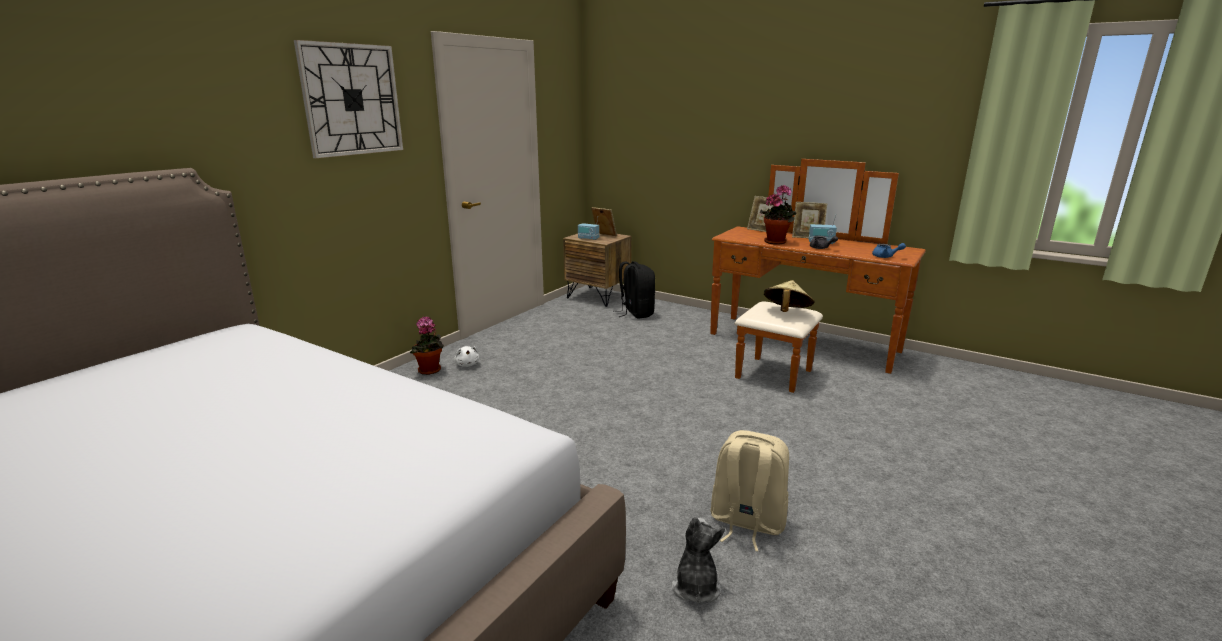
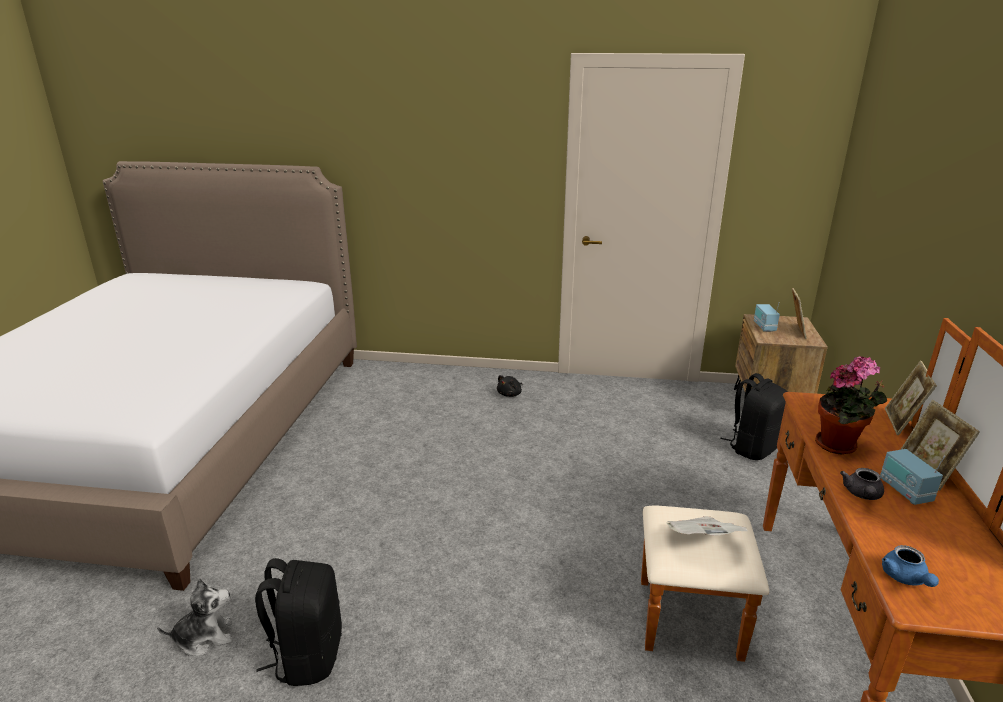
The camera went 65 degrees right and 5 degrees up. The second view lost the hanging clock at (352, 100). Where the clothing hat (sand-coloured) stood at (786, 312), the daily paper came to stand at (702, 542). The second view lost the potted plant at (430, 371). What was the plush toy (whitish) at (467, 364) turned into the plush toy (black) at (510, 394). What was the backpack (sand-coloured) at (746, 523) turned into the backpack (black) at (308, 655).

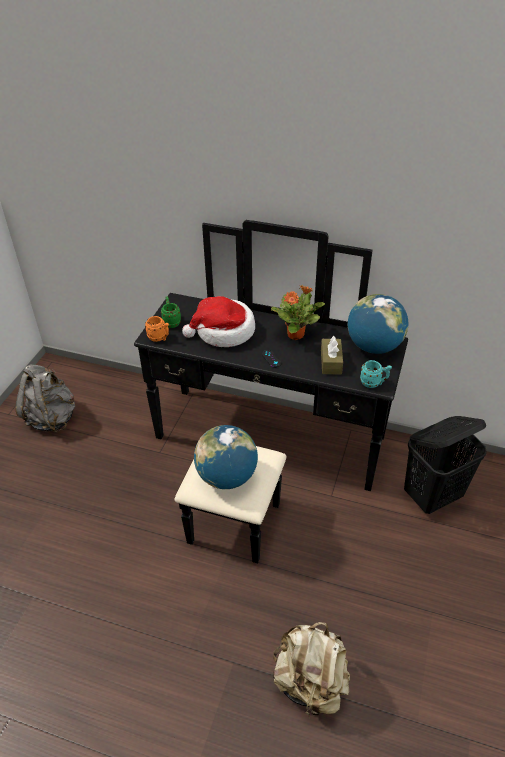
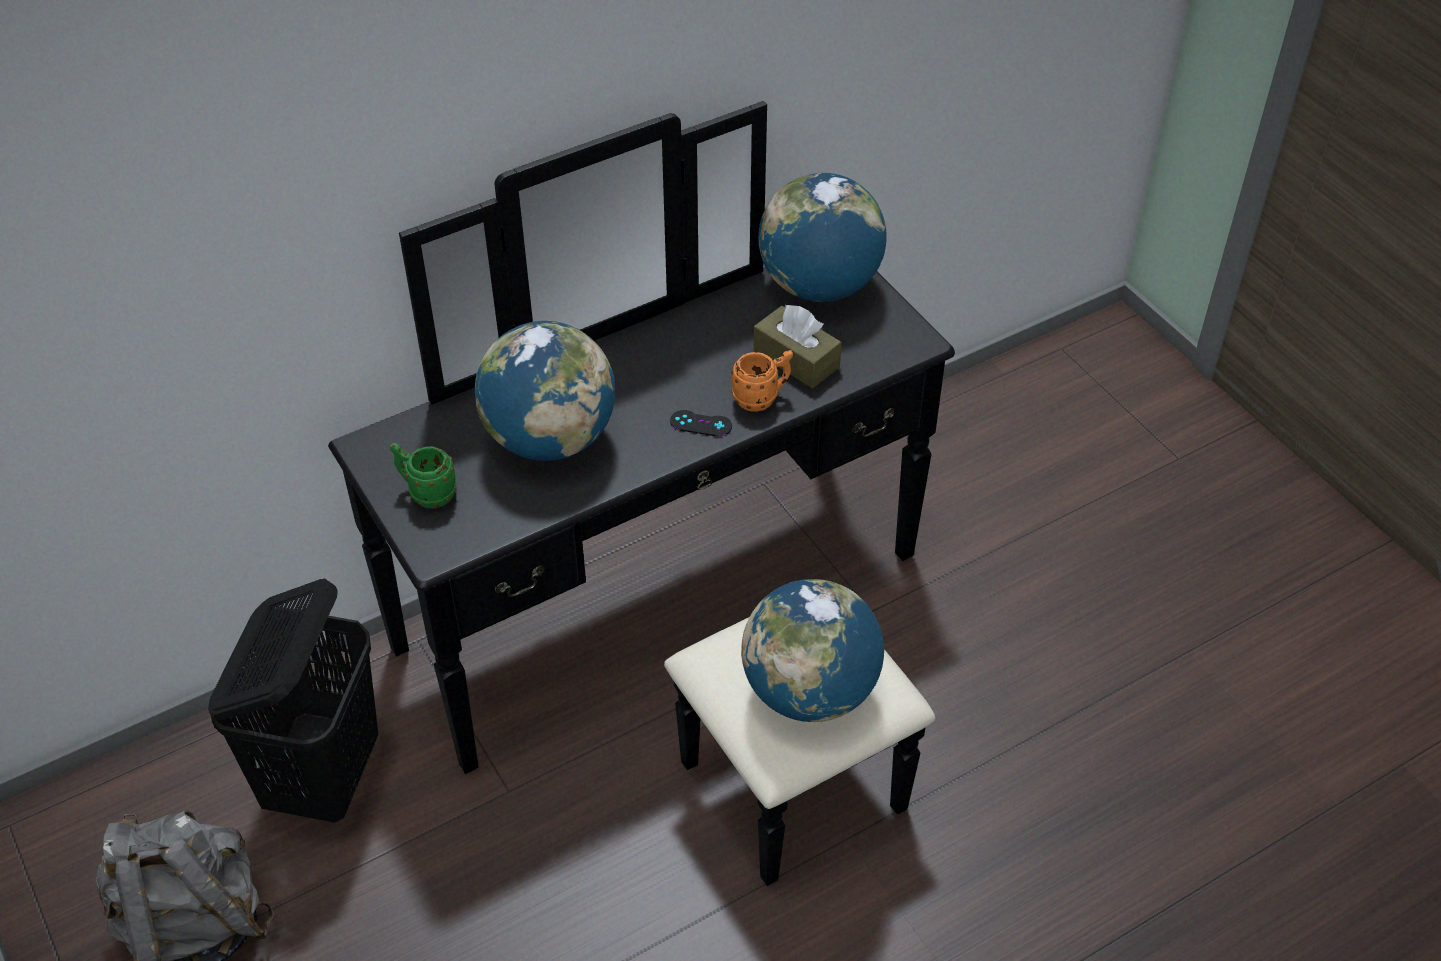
The camera went 50 degrees left and 5 degrees up. The second view lost the potted plant at (296, 334). Where the clothing hat stood at (223, 331), the globe came to stand at (550, 439). The coffee mug (orange) ended up elsewhere, having gone from (159, 338) to (762, 398). The second view lost the coffee mug (turquoise-coloured) at (374, 383). The washing basket (black) ended up elsewhere, having gone from (433, 496) to (324, 776). The second view lost the backpack (sand-coloured) at (310, 683).

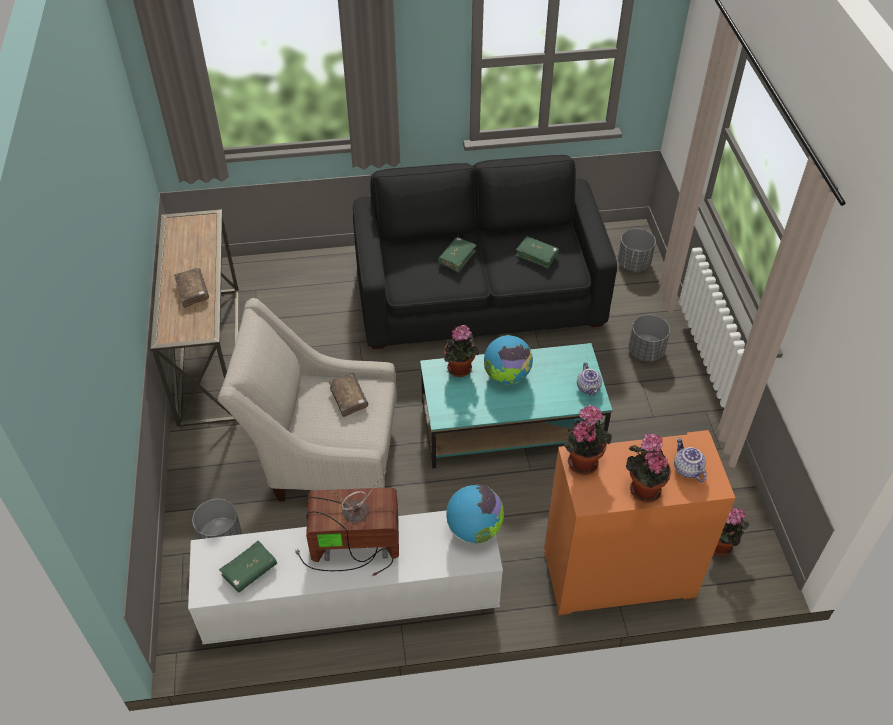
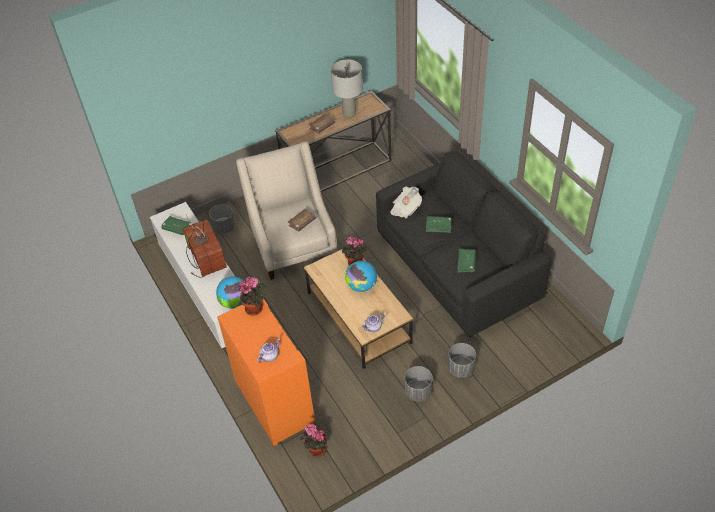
The camera went 70 degrees right and 0 degrees up. The planter (grey) ended up elsewhere, having gone from (634, 263) to (418, 392). What was the lounge table (turquoise-coloured) at (511, 424) turned into the lounge table (brown) at (359, 317). The second view lost the potted plant at (642, 488). The second view gained the lamp for a table (grey) at (349, 113). The second view gained the daily paper at (405, 208).

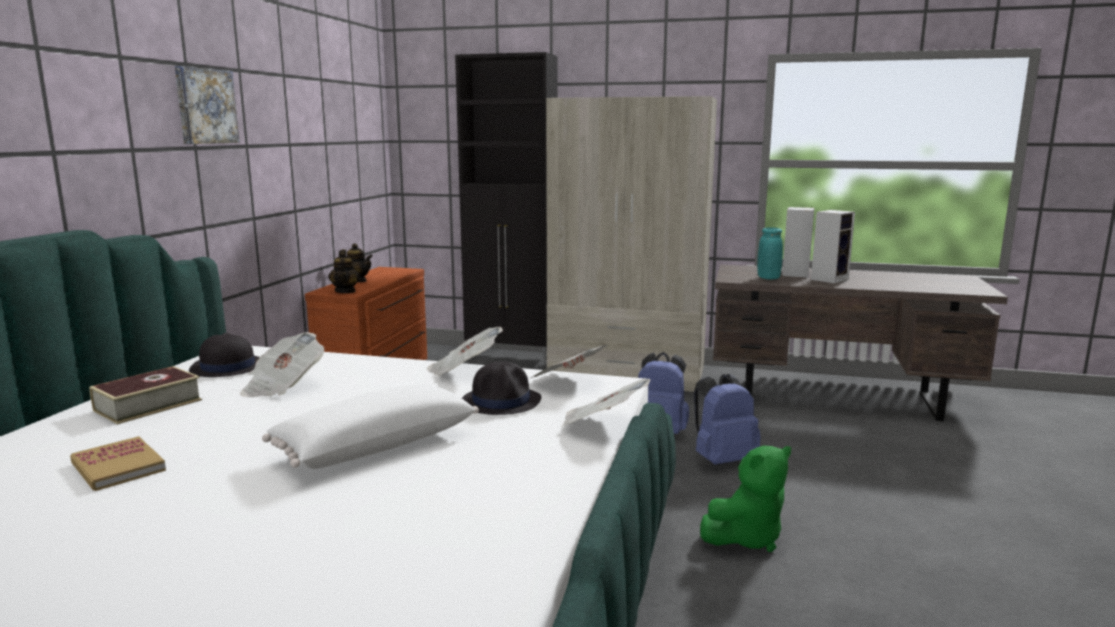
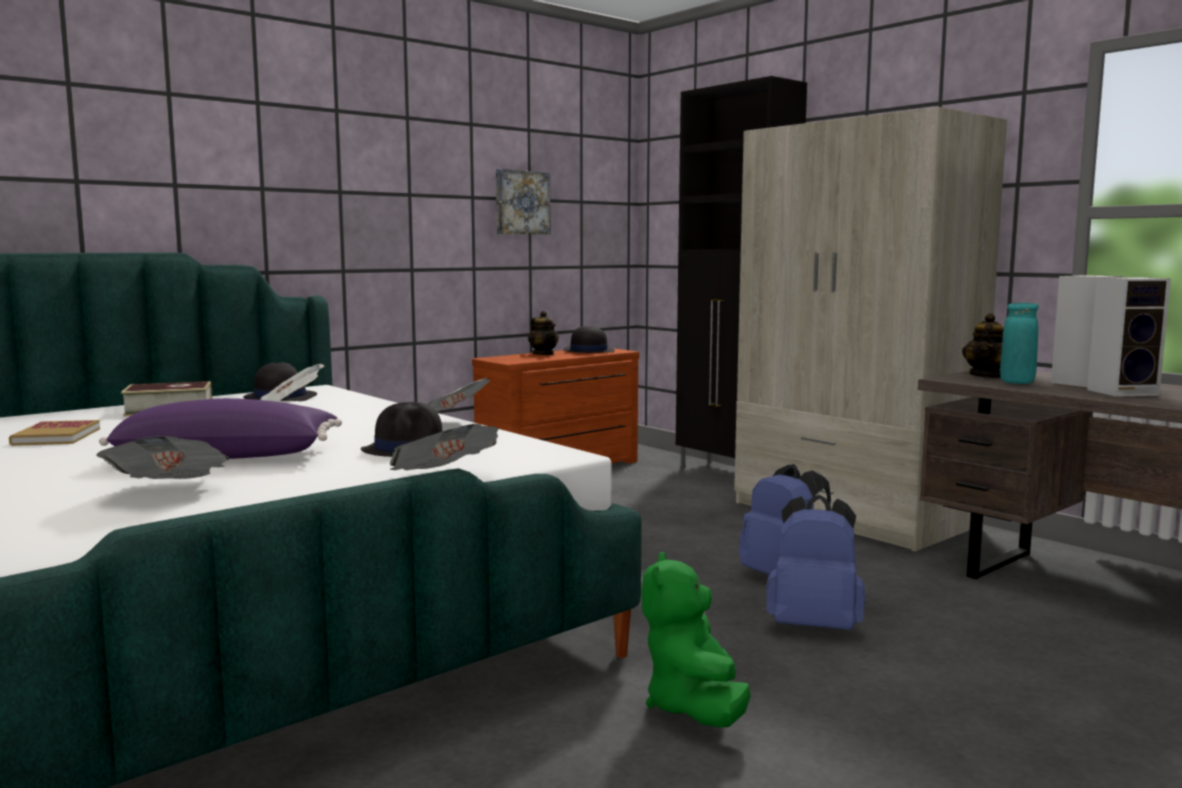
The camera went 35 degrees right and 5 degrees down. The wall art ended up elsewhere, having gone from (205, 106) to (521, 202). The tea pot ended up elsewhere, having gone from (345, 291) to (986, 376). The daily paper ended up elsewhere, having gone from (567, 382) to (170, 492). What was the pillow (whitish) at (375, 445) turned into the pillow (purple-coloured) at (229, 456). The plush toy (greenish) at (746, 537) ended up facing another way, 90 degrees clockwise from before. The second view gained the clothing hat (black) at (588, 351).

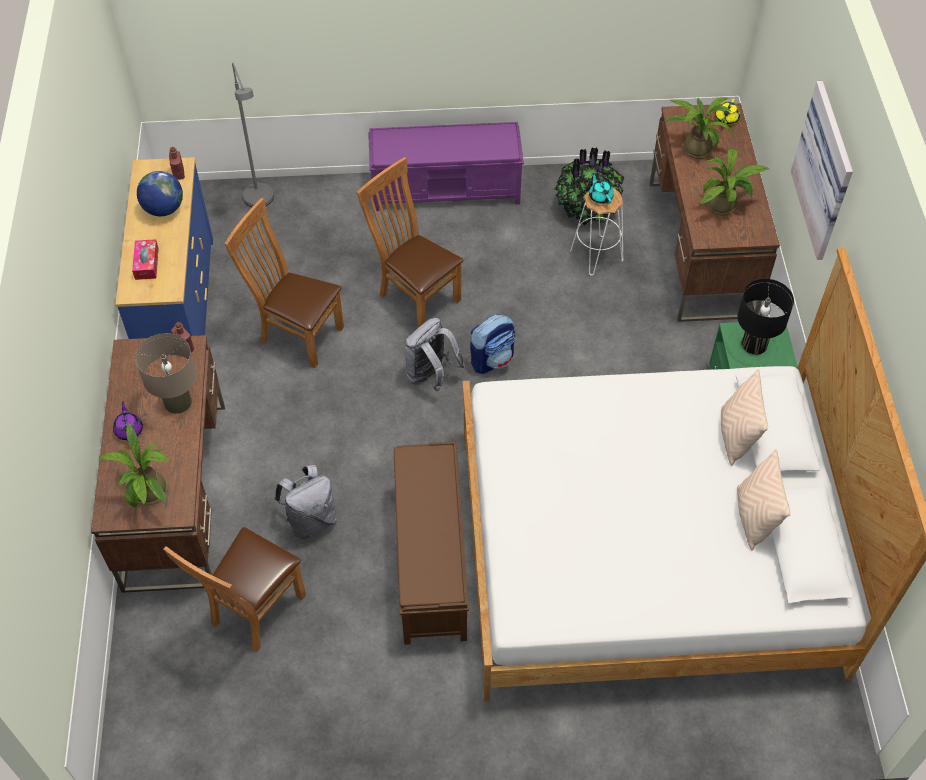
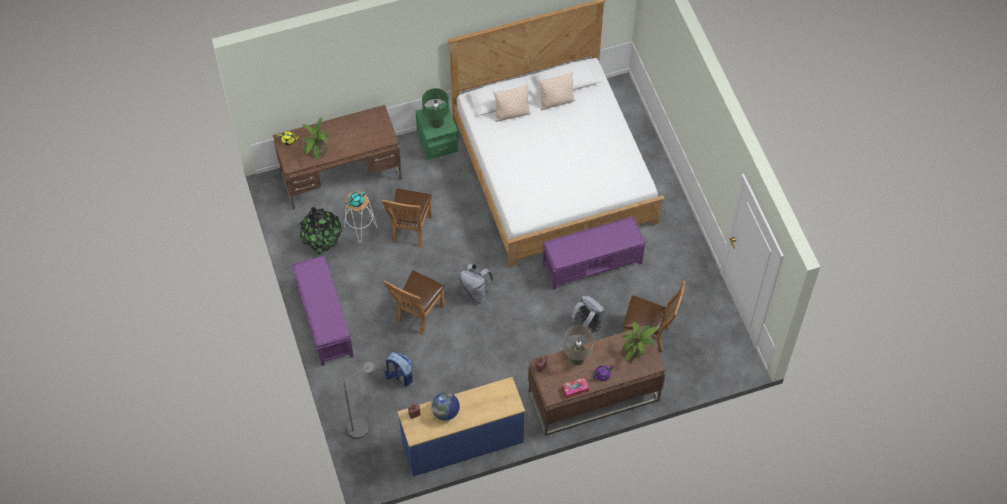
The camera went 105 degrees left and 5 degrees up. The second view lost the wall art at (827, 171). The second view lost the potted plant at (725, 206). The plain chair (brown) ended up elsewhere, having gone from (297, 334) to (410, 231). The tissue box ended up elsewhere, having gone from (146, 264) to (575, 389). What was the lamp for a table (black) at (754, 344) turned into the lamp for a table (greenish) at (436, 122). The backpack ended up elsewhere, having gone from (492, 359) to (399, 376). What was the long seat (brown) at (431, 561) turned into the long seat (purple-coloured) at (593, 263).

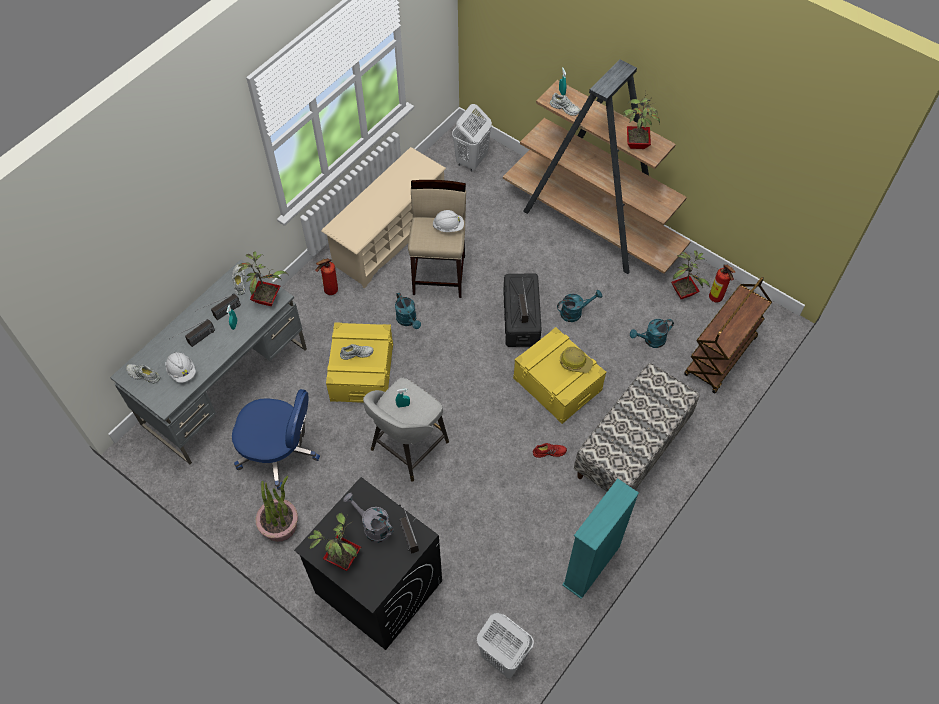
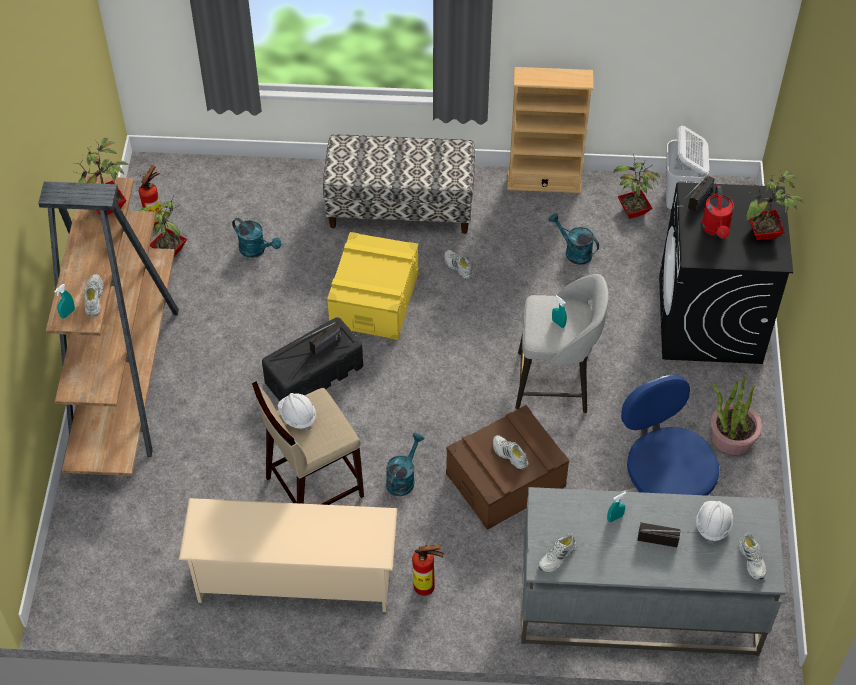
The camera went 125 degrees left and 5 degrees down. The second view lost the washing basket (whitish) at (471, 160). The potted plant ended up elsewhere, having gone from (267, 298) to (631, 212). The second view lost the trolley (brown) at (720, 357). The sprinkling can (turquoise-coloured) ended up elsewhere, having gone from (575, 312) to (574, 251). The second view lost the radio receiver at (221, 315). What was the storage container (yellowish) at (362, 372) turned into the storage container (brown) at (505, 480). The second view lost the safety helmet at (575, 362). What was the low shoe (red-coloured) at (549, 451) turned into the low shoe (whitish) at (458, 267). What was the bookcase (turquoise-coloured) at (591, 565) turned into the bookcase (sand-coloured) at (544, 182). What was the sprinkling can (grey) at (373, 526) turned into the sprinkling can (red-coloured) at (716, 230).

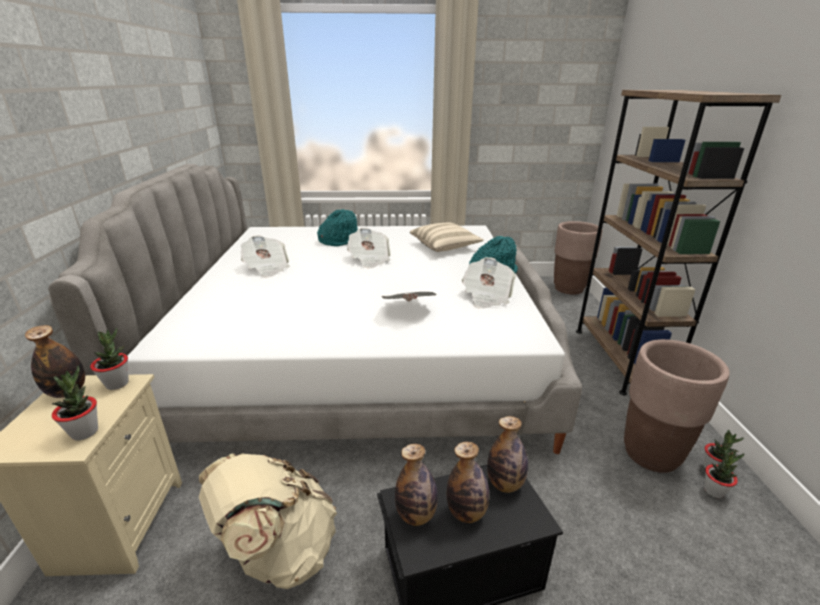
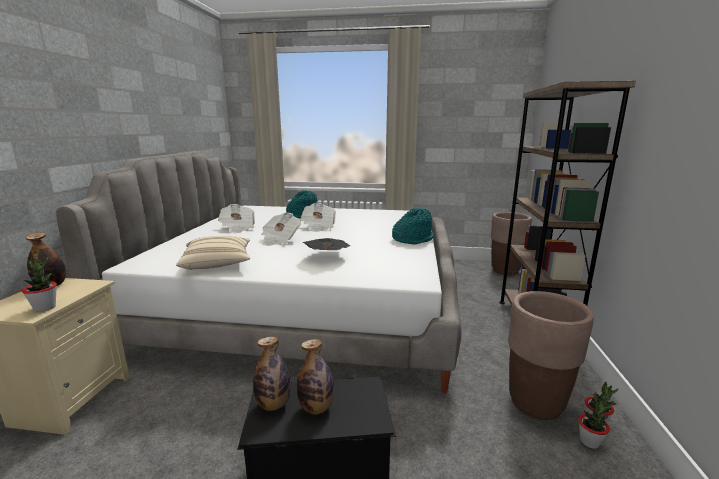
The camera went 10 degrees right and 10 degrees down. The pillow (sand-coloured) ended up elsewhere, having gone from (445, 247) to (218, 264). The daily paper ended up elsewhere, having gone from (486, 296) to (279, 240). The second view lost the potted plant at (117, 384). The second view lost the beverage bottle at (505, 483). The second view lost the backpack (sand-coloured) at (279, 552).

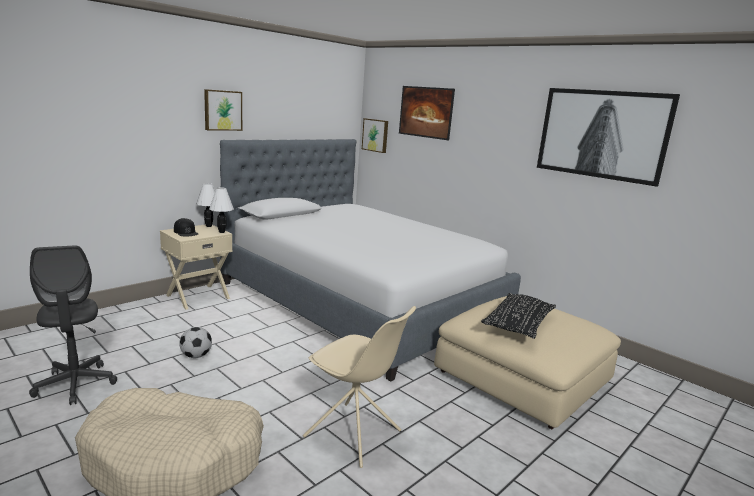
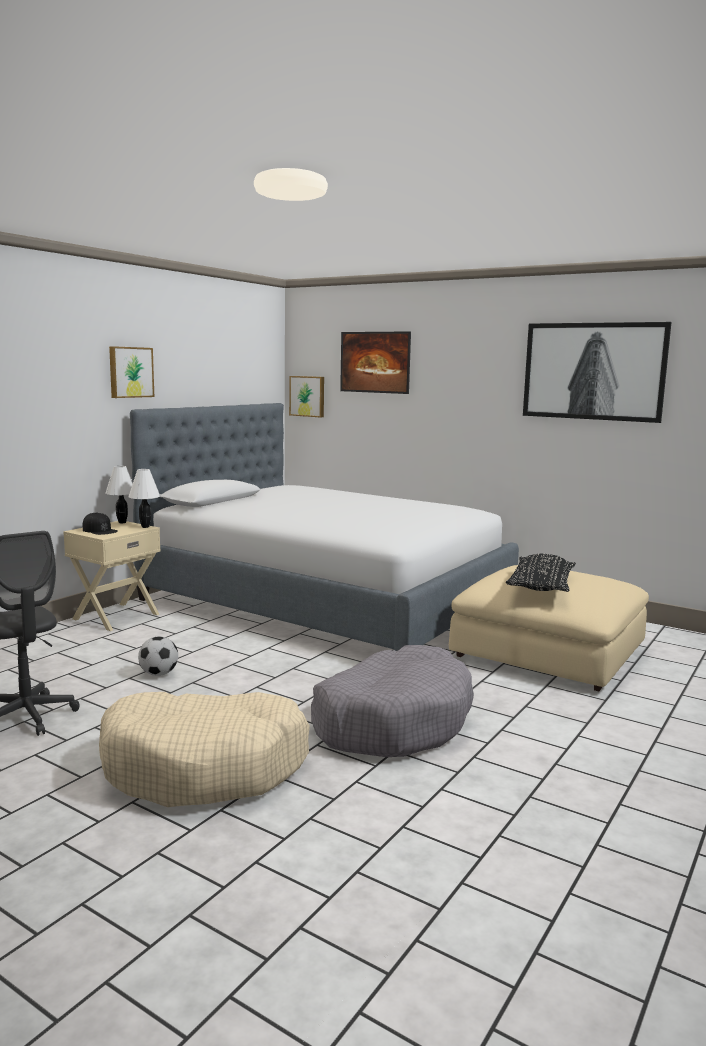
The camera went 10 degrees left and 5 degrees down. Where the plain chair (sand-coloured) stood at (354, 435), the dog cushion (grey) came to stand at (392, 721).

